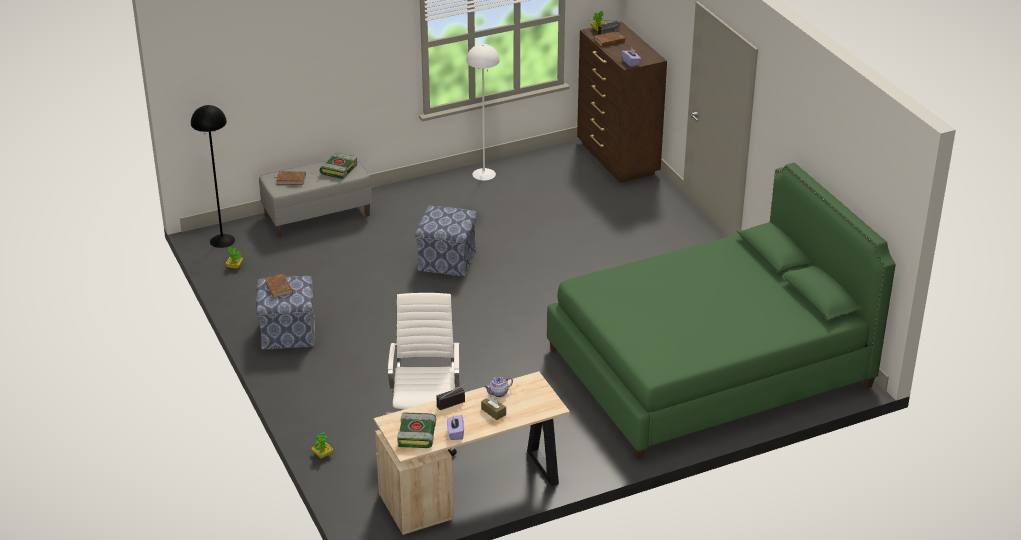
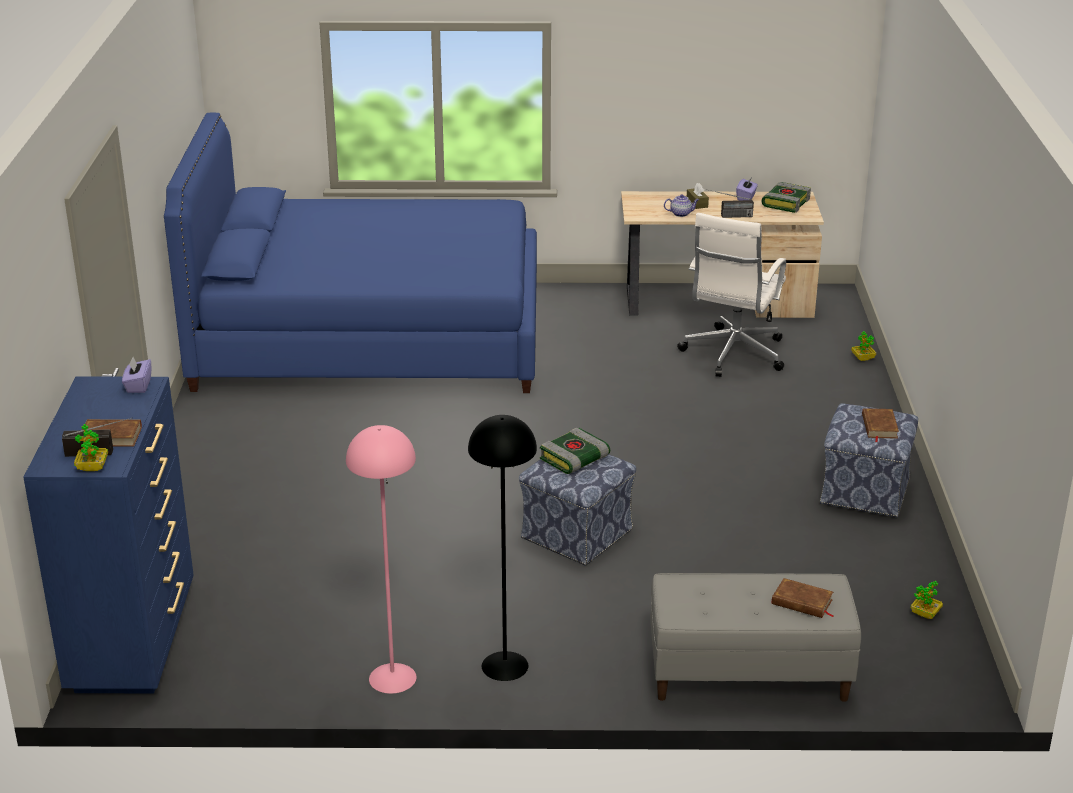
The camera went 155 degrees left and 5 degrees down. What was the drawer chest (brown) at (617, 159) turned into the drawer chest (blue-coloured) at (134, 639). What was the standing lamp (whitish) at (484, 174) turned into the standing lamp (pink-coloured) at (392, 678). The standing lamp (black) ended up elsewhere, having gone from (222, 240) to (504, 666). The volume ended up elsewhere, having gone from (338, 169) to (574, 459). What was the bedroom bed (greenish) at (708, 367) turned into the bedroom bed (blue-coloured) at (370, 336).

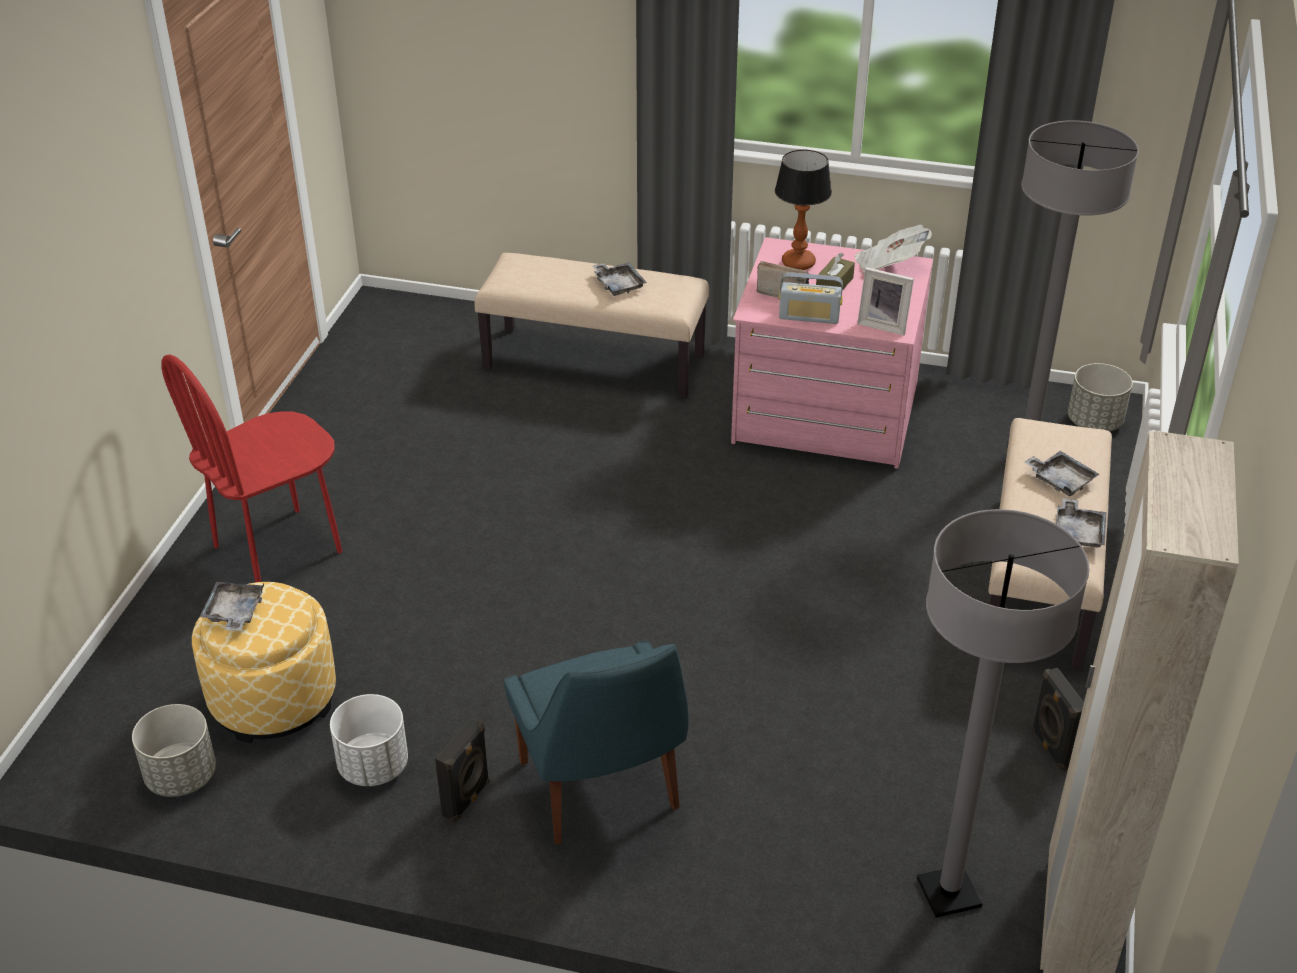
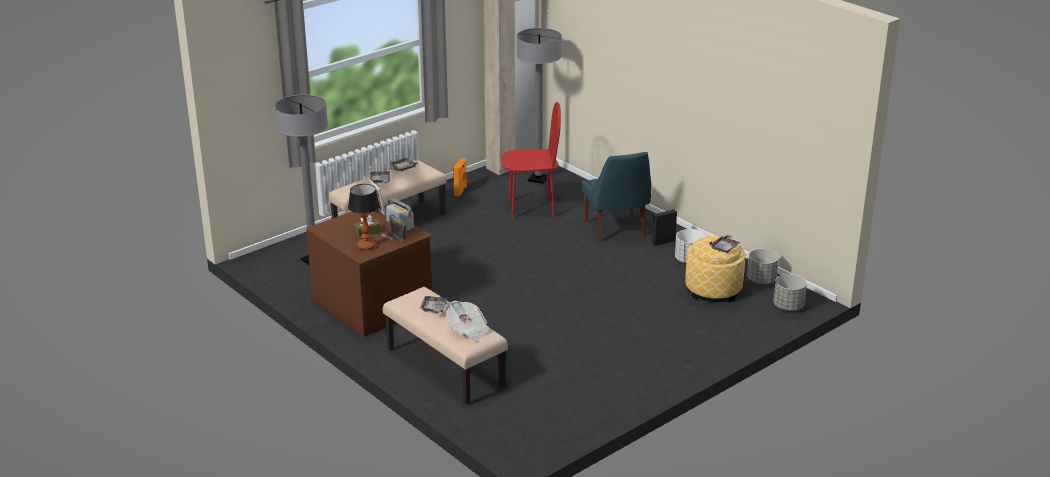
The camera went 145 degrees left and 10 degrees down. The daily paper ended up elsewhere, having gone from (889, 265) to (467, 331). What was the drawer chest (pink-coloured) at (825, 414) turned into the drawer chest (brown) at (373, 302). The plain chair (red-coloured) ended up elsewhere, having gone from (278, 550) to (531, 208). The planter (grey) ended up elsewhere, having gone from (1094, 422) to (788, 306). The plain chair (blue-coloured) at (601, 789) ended up facing another way, 150 degrees clockwise from before. What was the loudspeaker (black) at (1051, 748) turned into the loudspeaker (orange) at (461, 191).

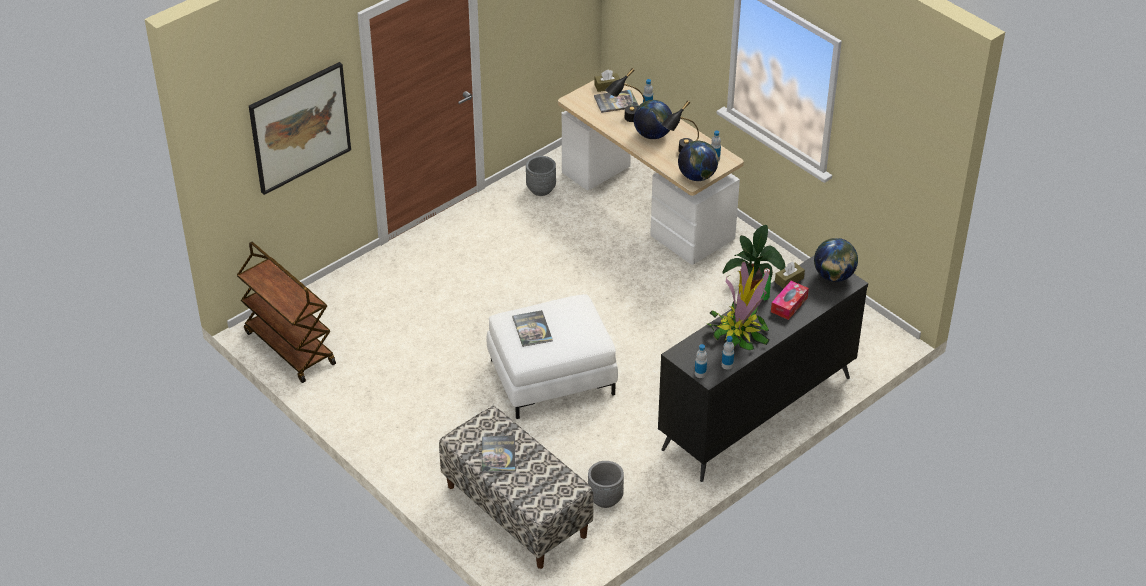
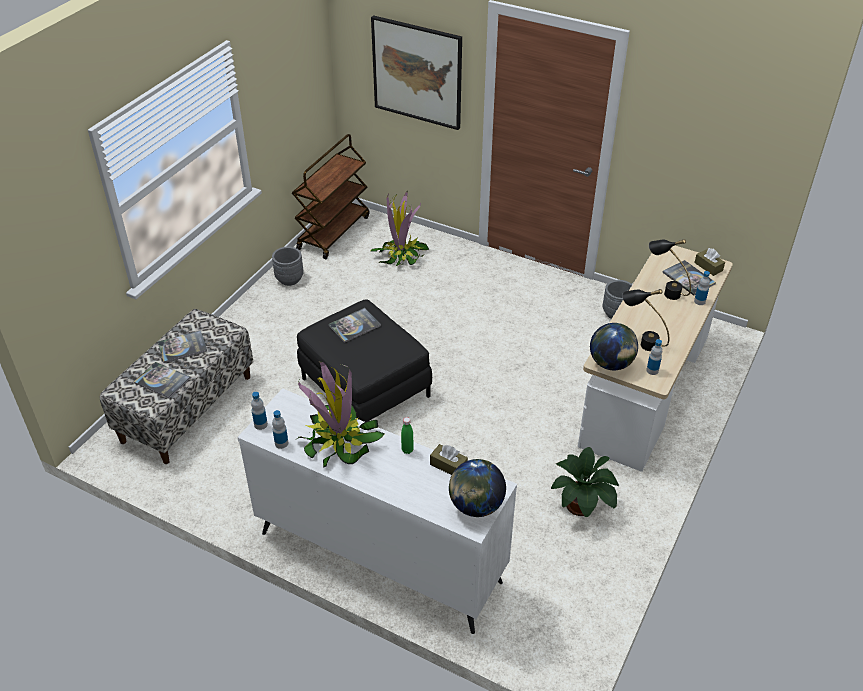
The camera went 70 degrees right and 0 degrees up. The second view lost the globe at (652, 135). What was the drawer chest (black) at (756, 413) turned into the drawer chest (whitish) at (379, 556). The second view lost the tissue box at (789, 304). What was the ottoman (whitish) at (552, 377) turned into the ottoman (black) at (365, 387). The planter (grey) ended up elsewhere, having gone from (605, 498) to (289, 279). The second view gained the potted plant at (401, 255). The second view gained the volume at (162, 381).

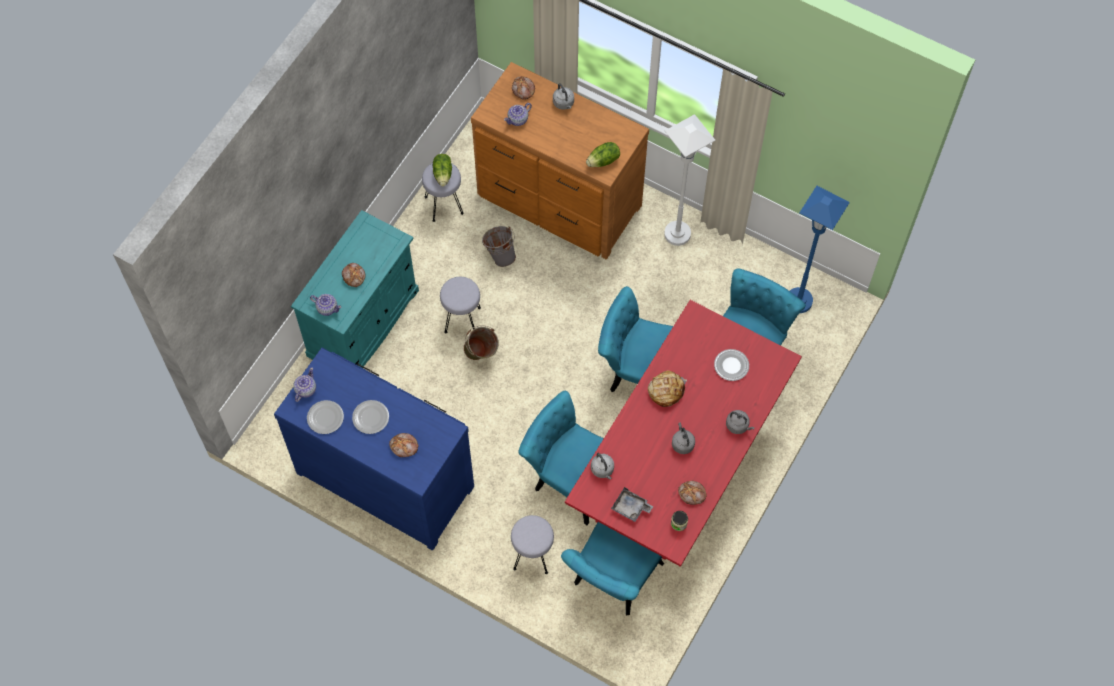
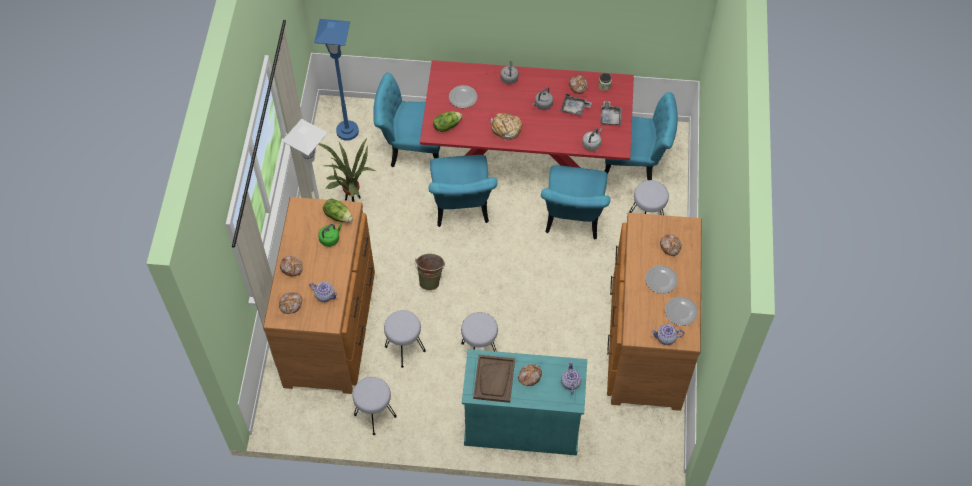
The camera went 115 degrees left and 5 degrees down. Where the tea kettle (grey) stood at (564, 103), the bread came to stand at (292, 267). The head of lettuce ended up elsewhere, having gone from (443, 174) to (447, 126). Where the bucket (grey) stood at (500, 255), the stool (grey) came to stand at (404, 349). The bucket (greenish) ended up elsewhere, having gone from (481, 355) to (431, 279). What was the drawer chest (blue-coloured) at (386, 476) turned into the drawer chest (brown) at (644, 343). The second view gained the tray (grey) at (574, 108). The second view gained the potted plant at (352, 201). The second view gained the tea kettle (greenish) at (330, 239). The second view gained the tray (brown) at (494, 379).

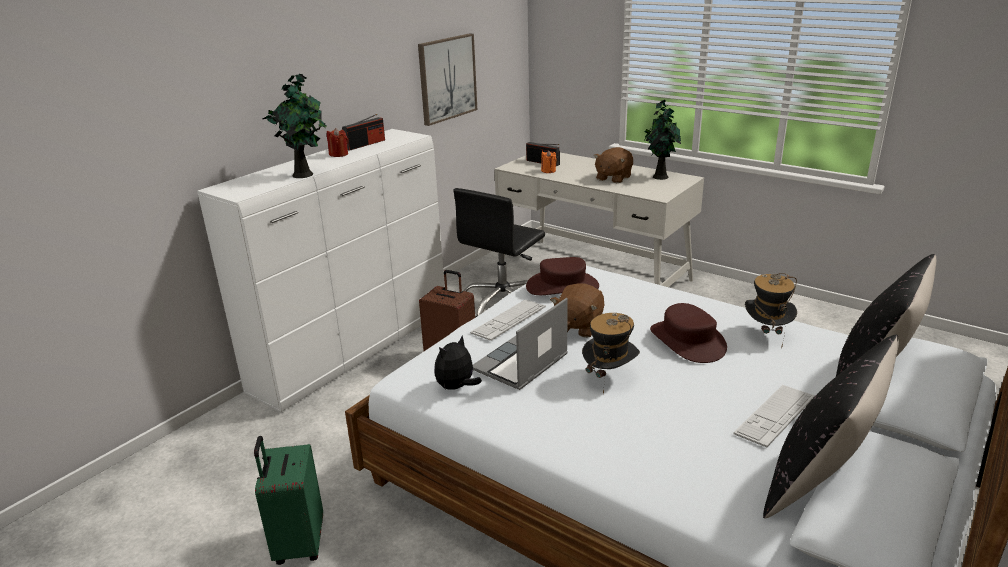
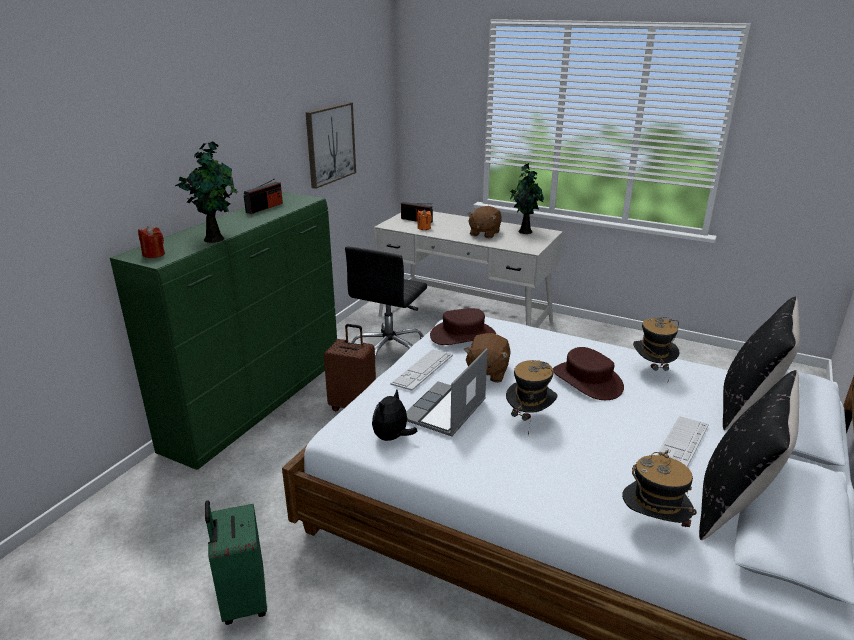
The camera went 10 degrees left and 0 degrees up. The candle (red-coloured) ended up elsewhere, having gone from (339, 154) to (154, 254). What was the drawer chest (whitish) at (356, 350) turned into the drawer chest (greenish) at (259, 403). The second view gained the clothing hat at (652, 527).

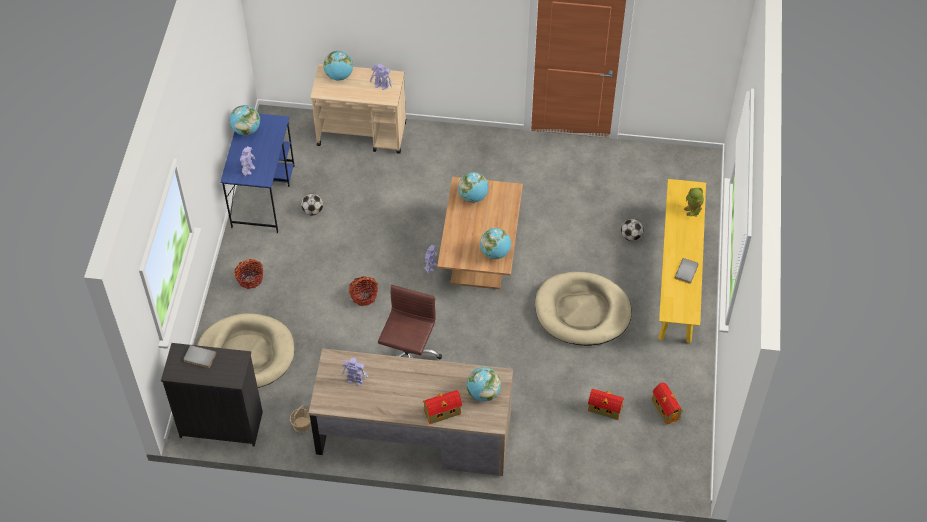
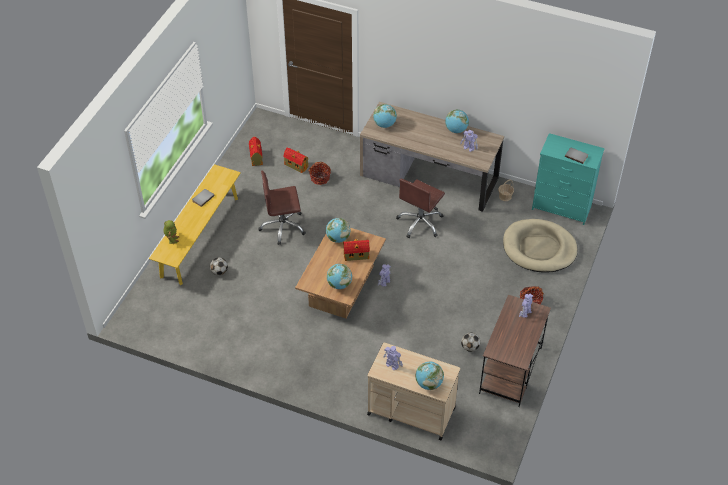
The camera went 165 degrees left and 5 degrees down. The globe ended up elsewhere, having gone from (246, 130) to (456, 130). What was the desk (blue-coloured) at (263, 195) turned into the desk (brown) at (510, 371). Where the dog cushion (sand-coloured) stood at (582, 311), the desk chair (brown) came to stand at (283, 227). The storage basket ended up elsewhere, having gone from (364, 296) to (320, 178). What was the drawer chest (black) at (220, 424) turned into the drawer chest (turquoise-coloured) at (562, 208). The model house ended up elsewhere, having gone from (441, 412) to (357, 255).

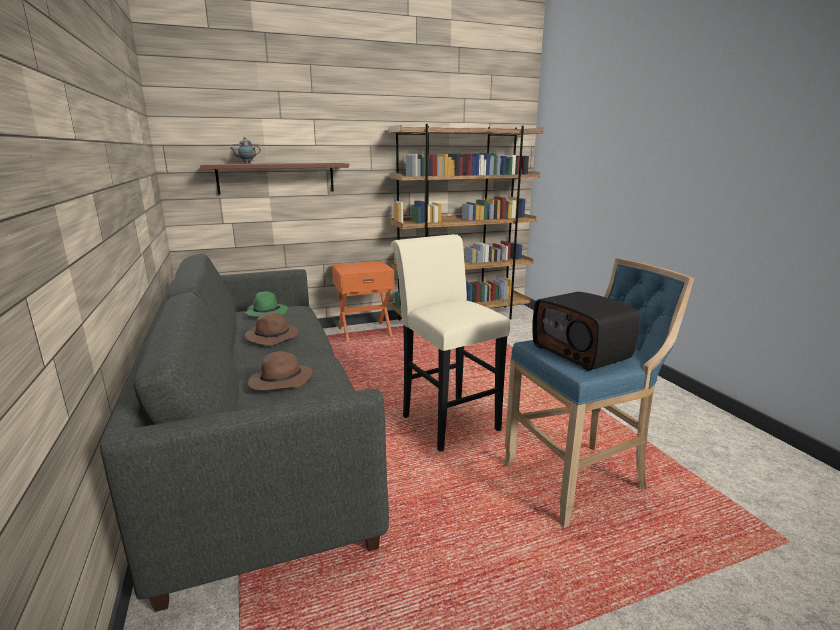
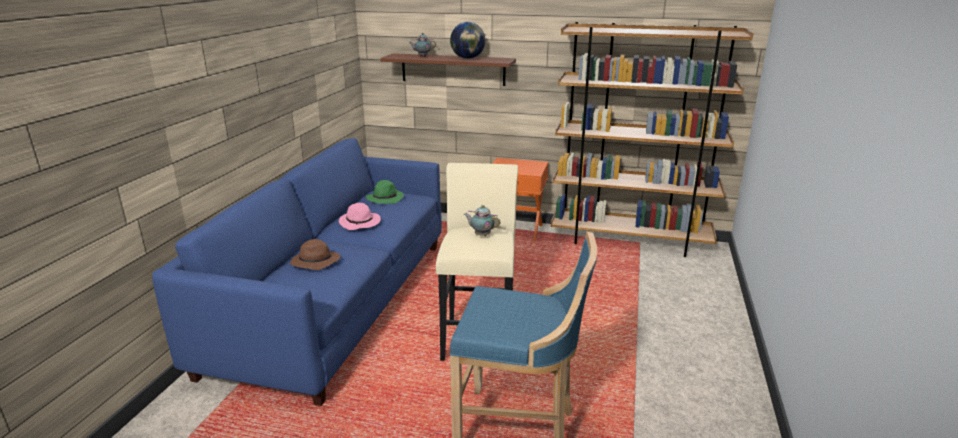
The camera went 35 degrees right and 5 degrees up. What was the settee (grey) at (260, 442) turned into the settee (blue-coloured) at (336, 302). The second view lost the radio receiver at (582, 352). What was the clothing hat (brown) at (273, 337) turned into the clothing hat (pink-coloured) at (360, 223). The second view gained the globe at (468, 58). The second view gained the tea pot at (481, 235).

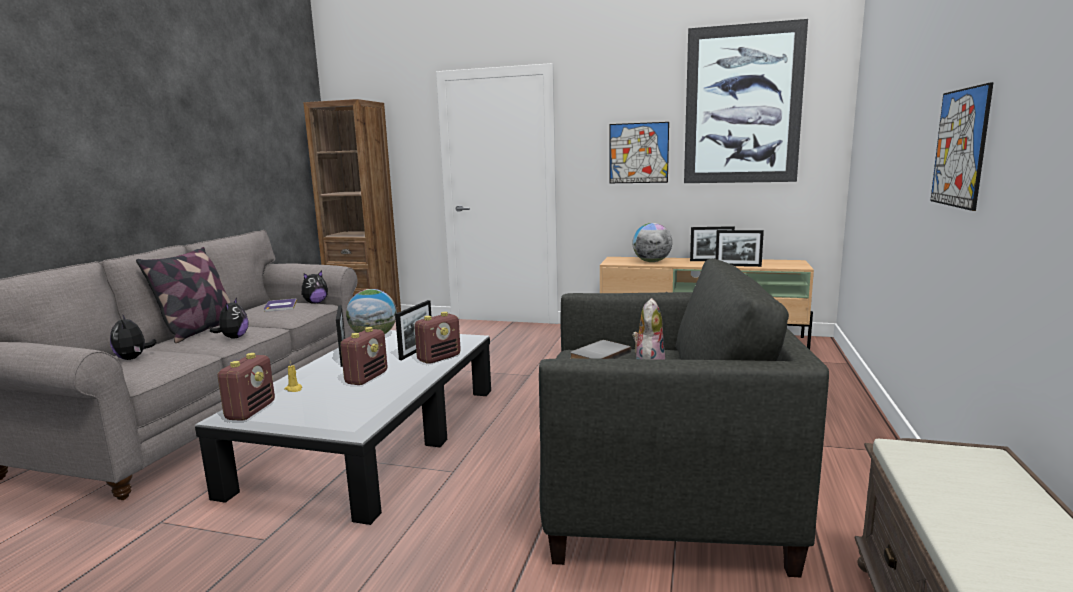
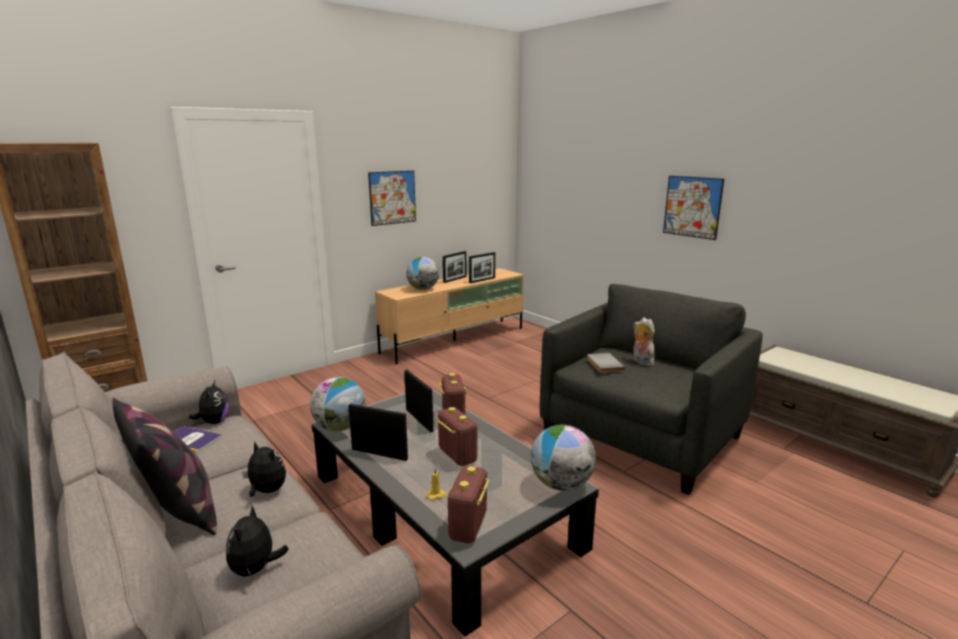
The camera went 55 degrees left and 5 degrees up. The second view lost the wall art at (742, 105). The plush toy at (133, 358) ended up facing another way, 90 degrees clockwise from before. The radio receiver at (251, 411) ended up facing another way, 120 degrees counterclockwise from before. The second view gained the globe at (561, 484).

